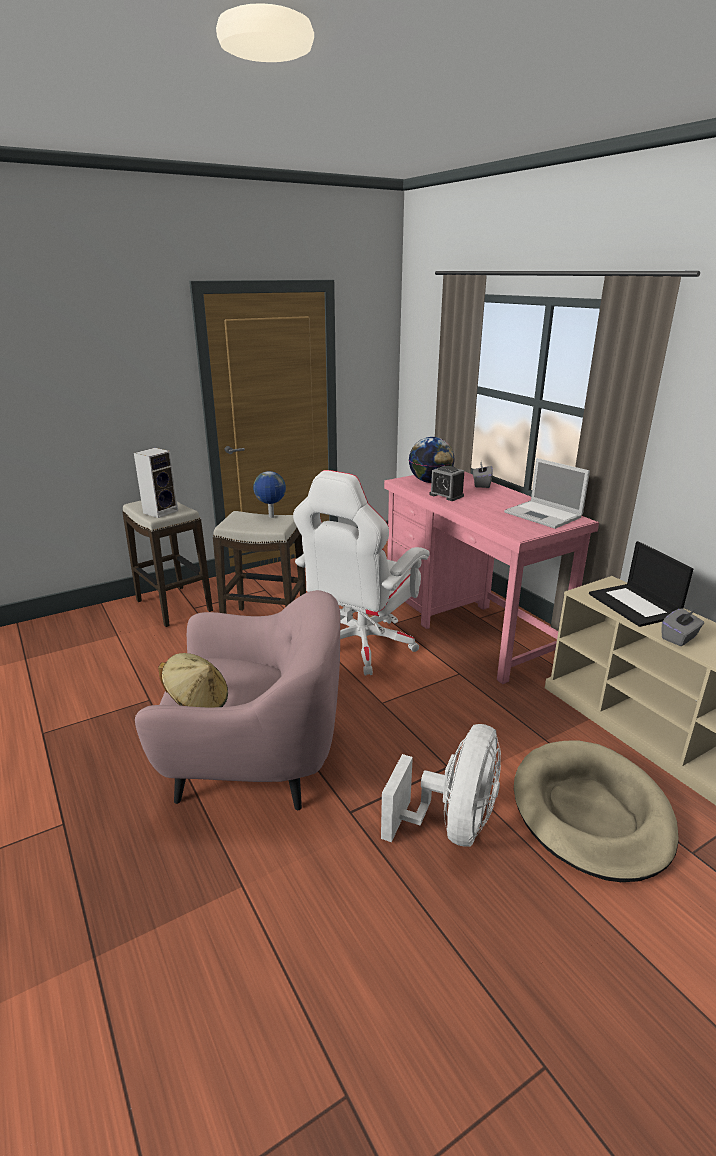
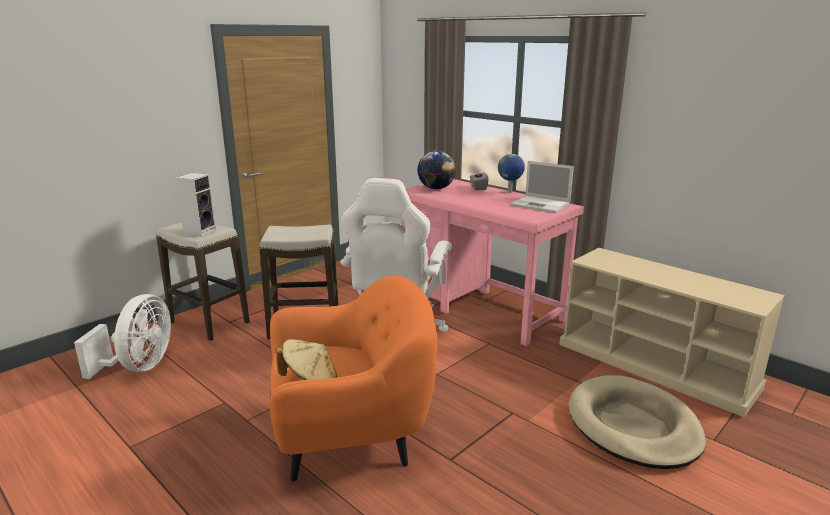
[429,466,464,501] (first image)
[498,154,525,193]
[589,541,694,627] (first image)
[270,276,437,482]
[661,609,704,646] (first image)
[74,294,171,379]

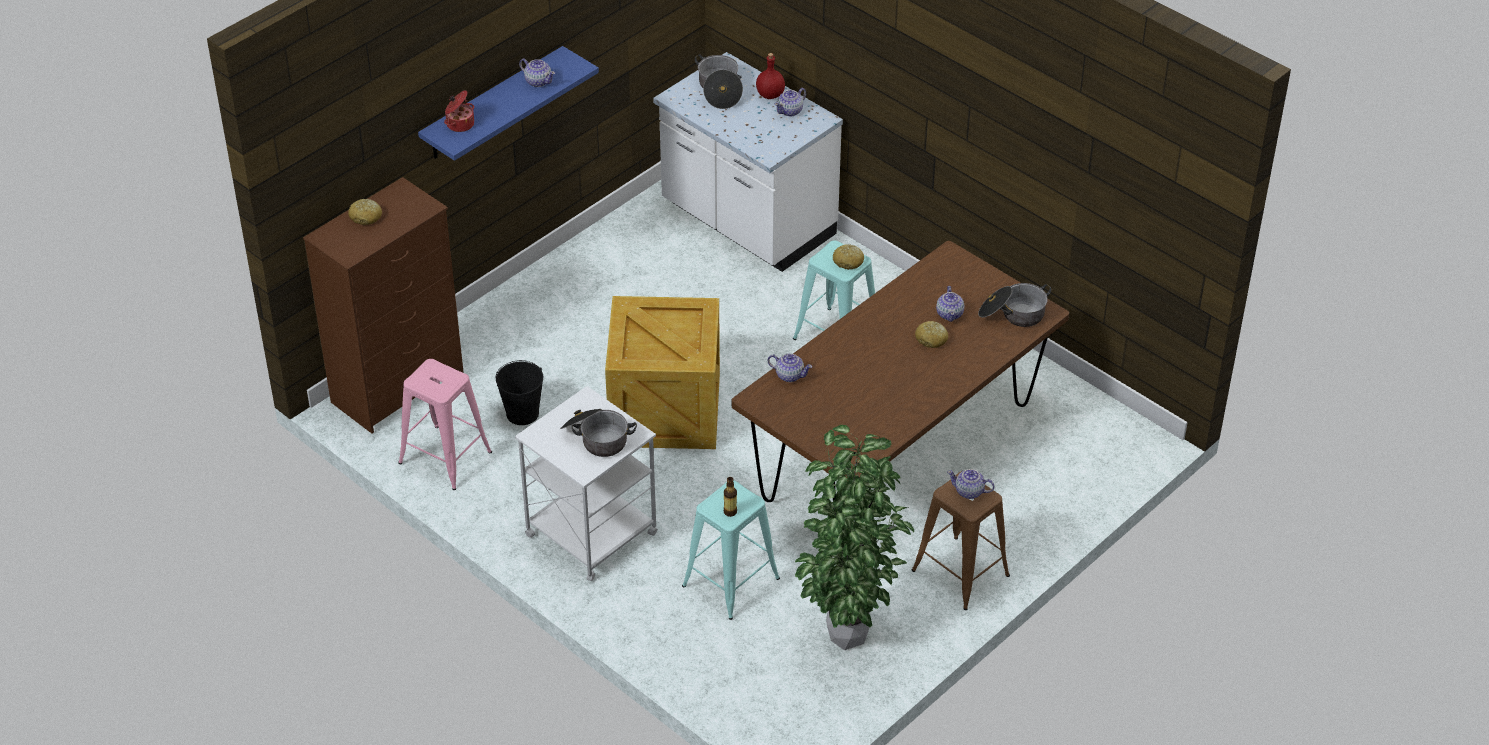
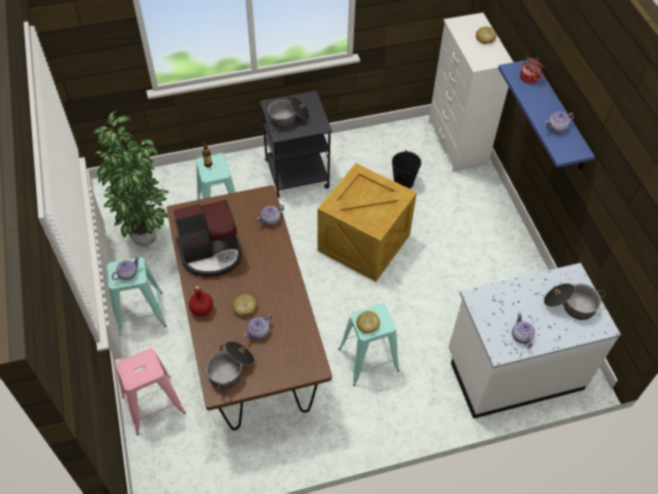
[189,286,213,316]
[428,13,513,172]
[244,315,272,340]
[116,348,186,435]
[260,91,332,197]
[107,257,167,336]
[173,200,242,277]

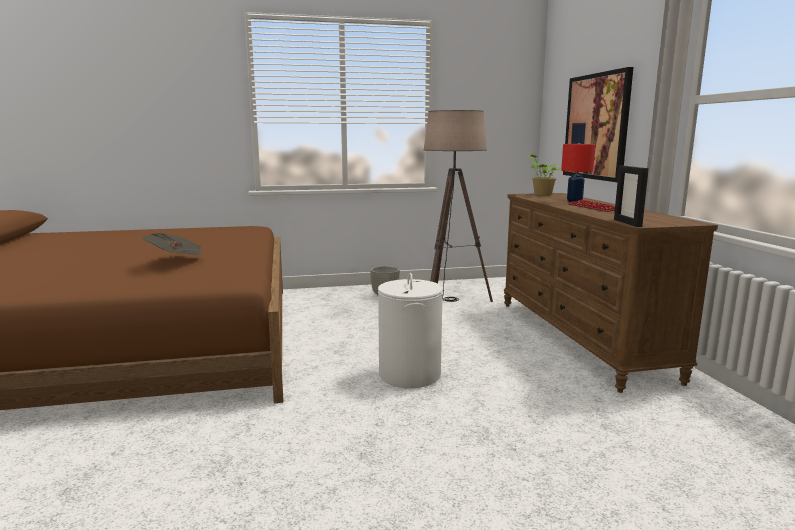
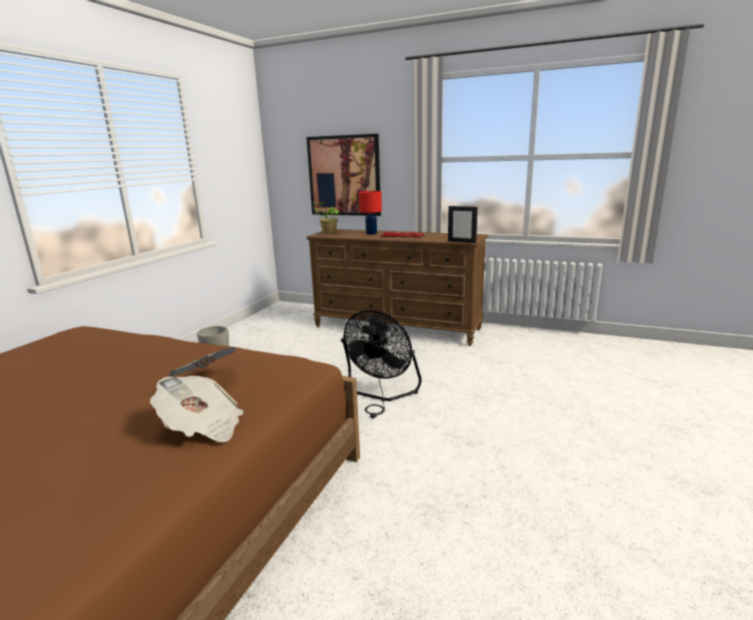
[424,110,493,302] (first image)
[341,310,422,419]
[150,376,244,442]

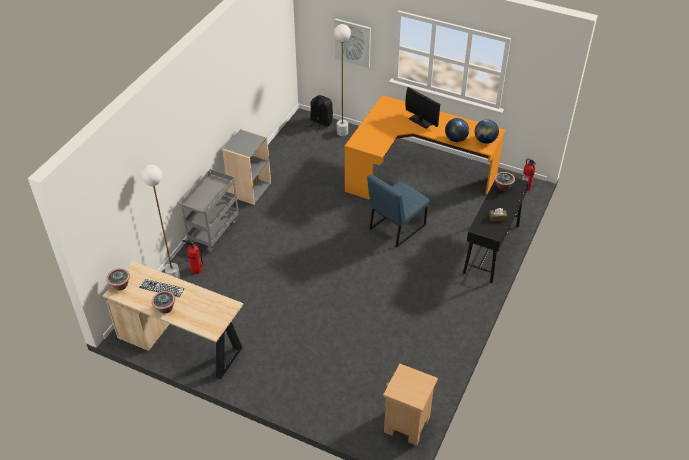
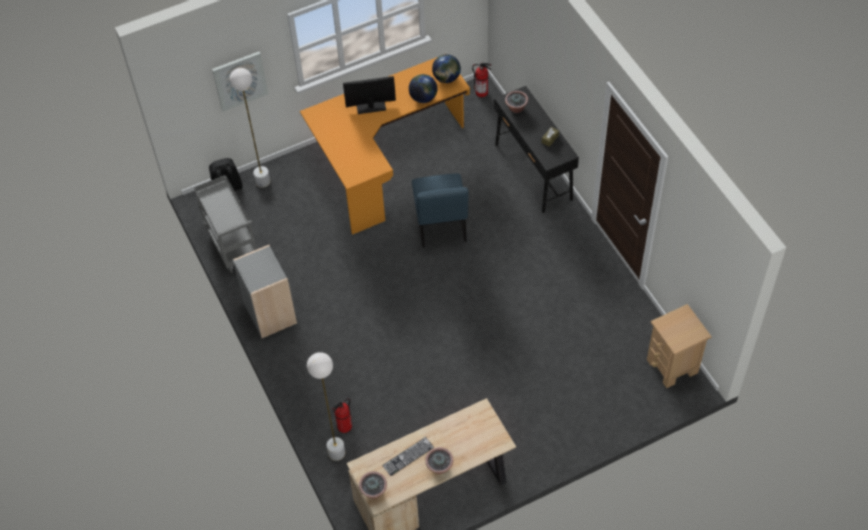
[194,175,257,273]

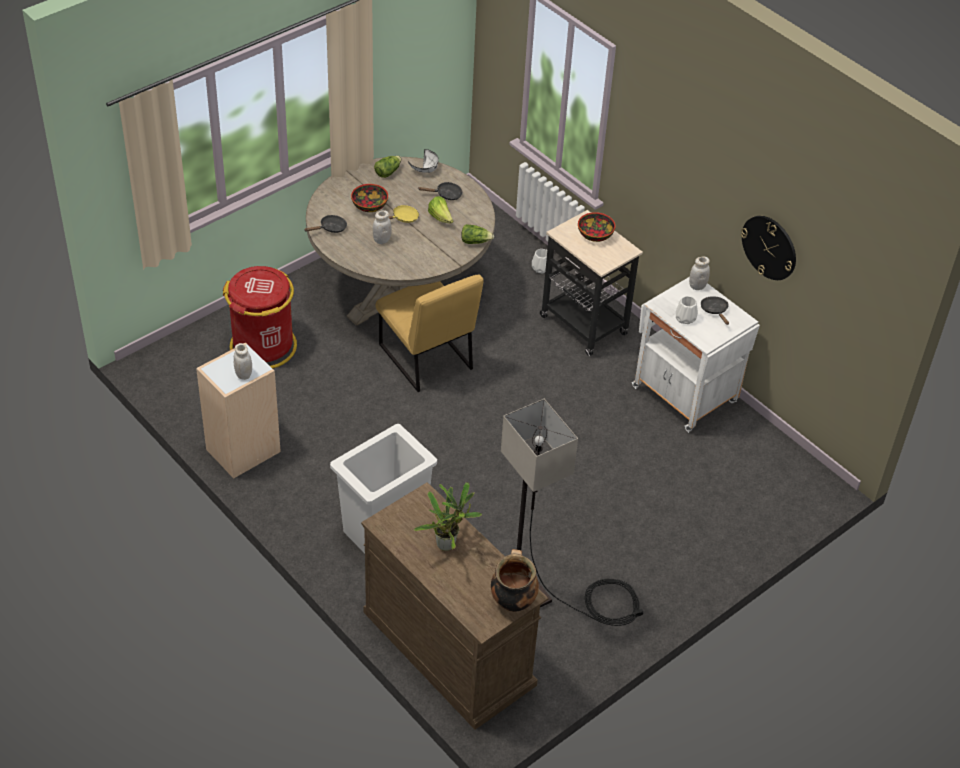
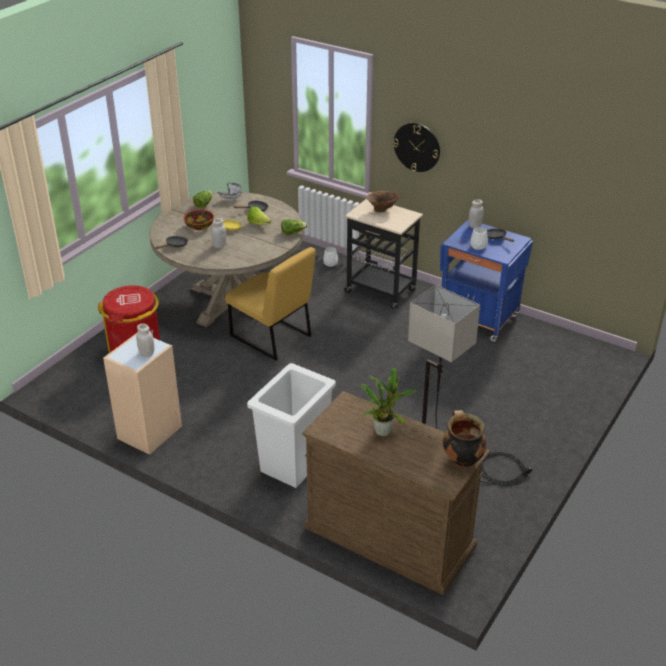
[367,191,400,212]
[393,123,440,172]
[440,220,533,342]

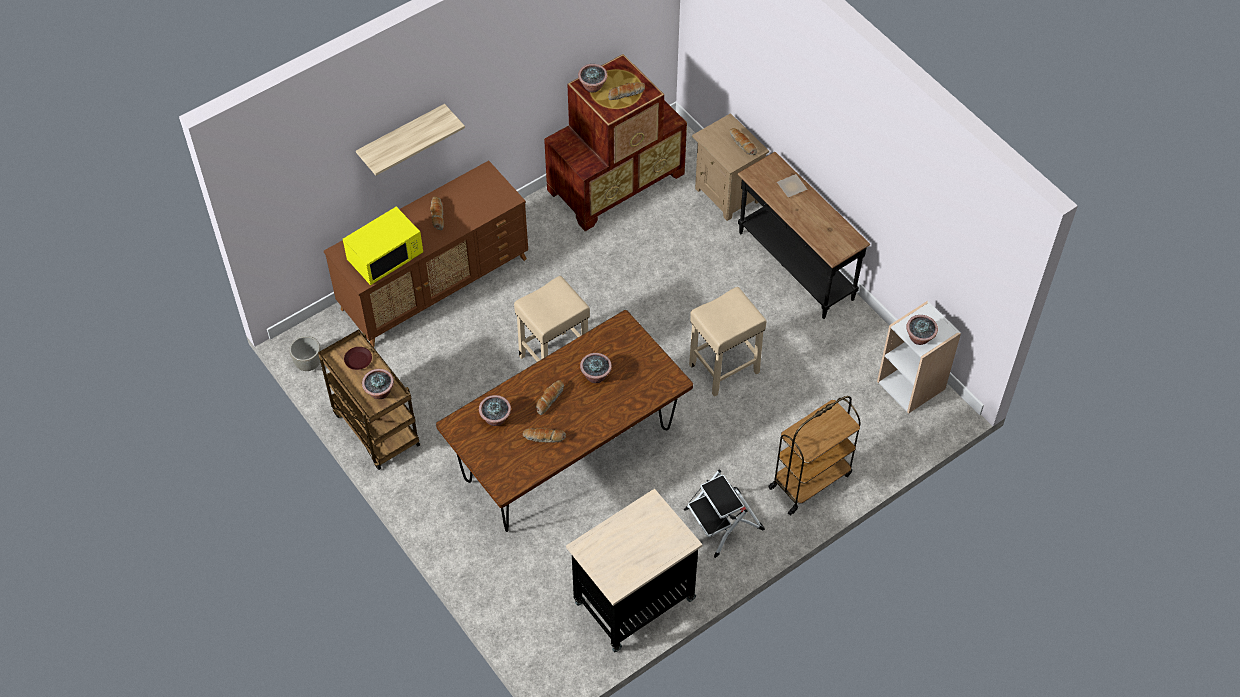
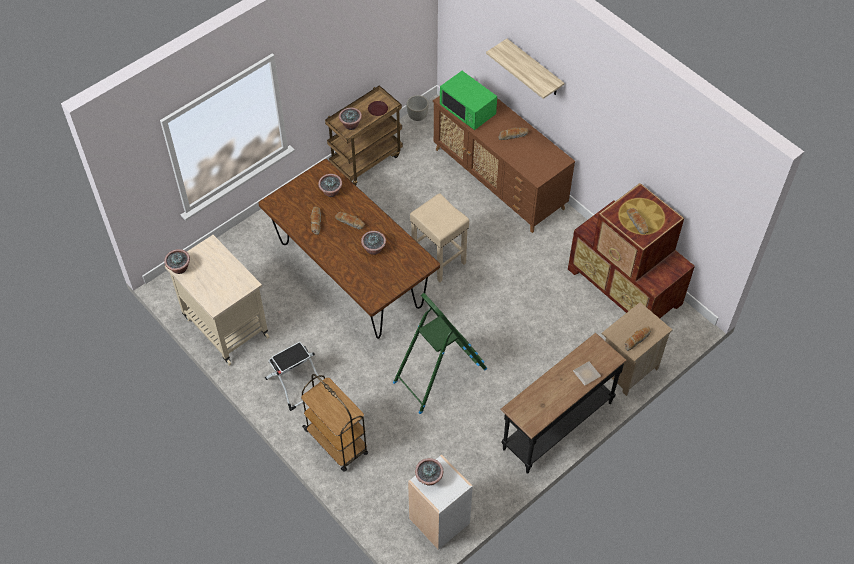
[164,249,190,274]
[440,71,497,130]
[393,293,487,414]
[165,235,269,366]

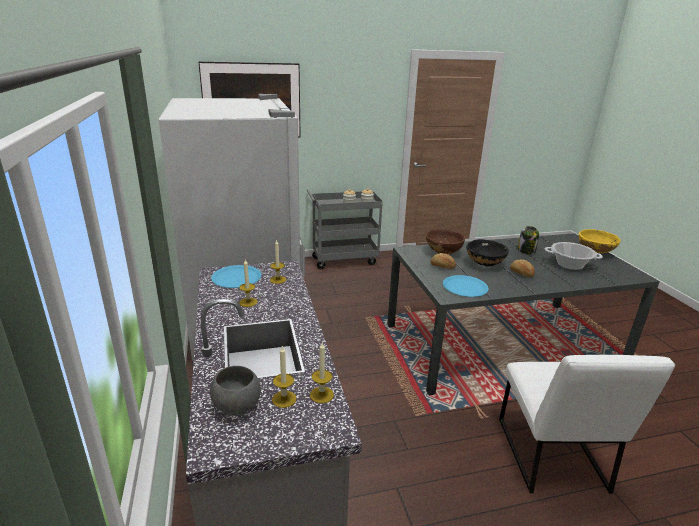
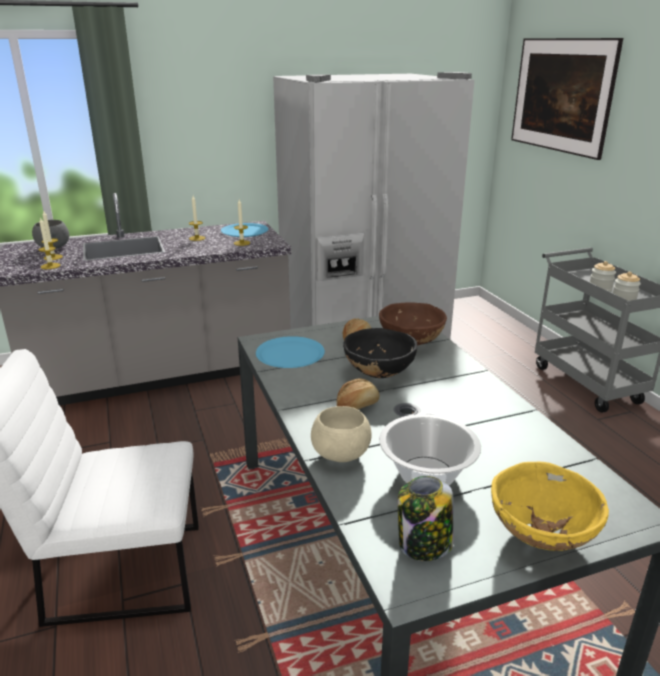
[398,476,454,561]
[311,406,371,462]

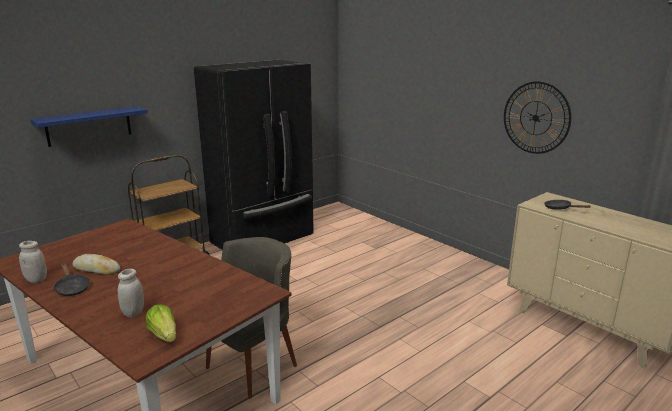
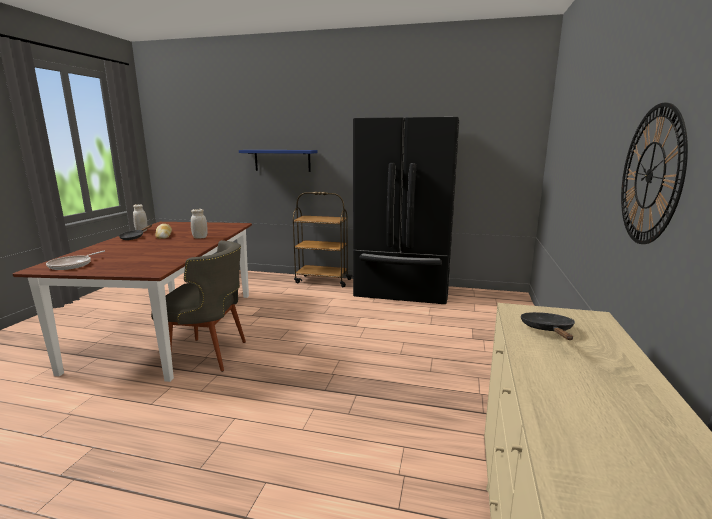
[191,209,208,239]
[46,251,105,270]

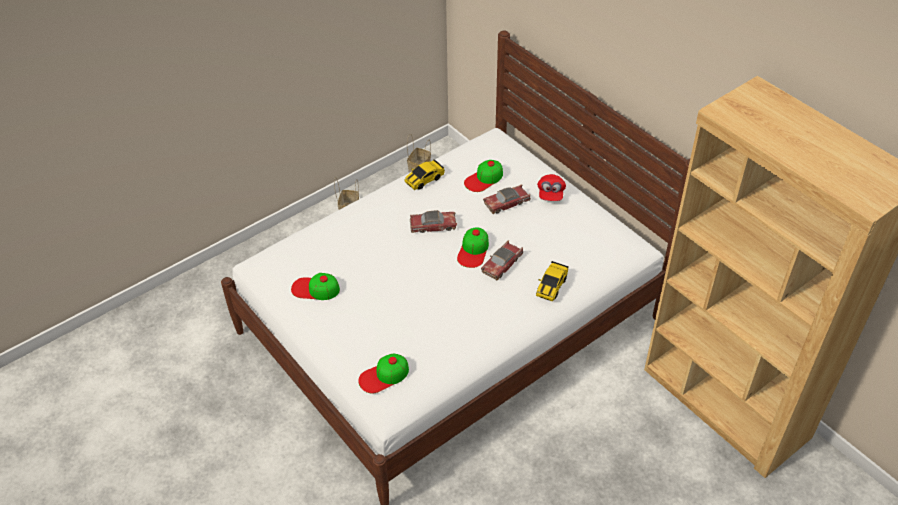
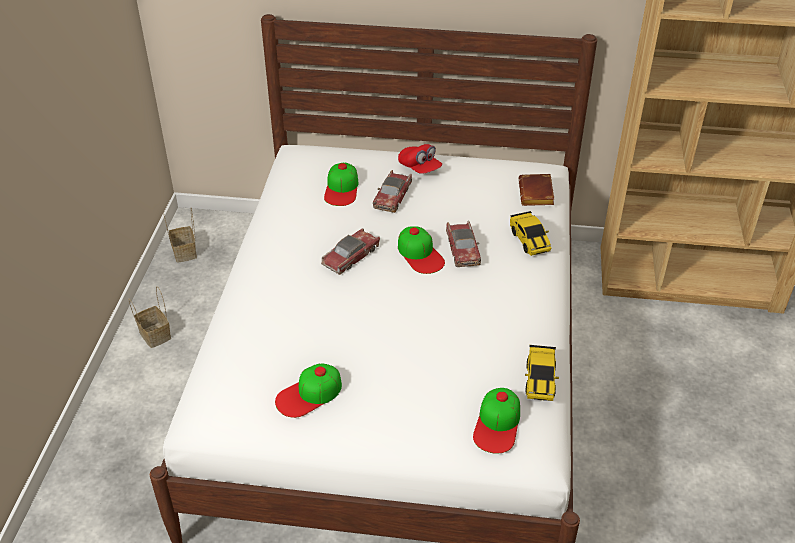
[525,345,559,401]
[519,174,554,206]

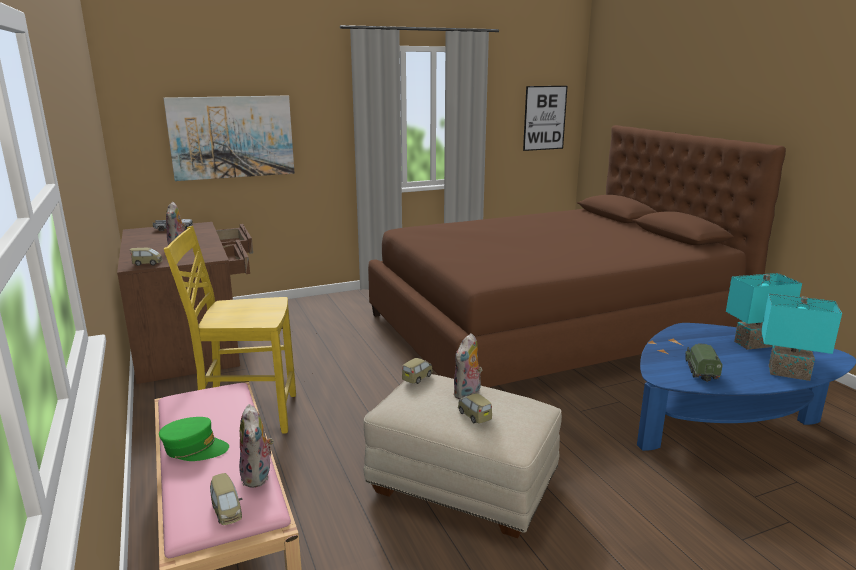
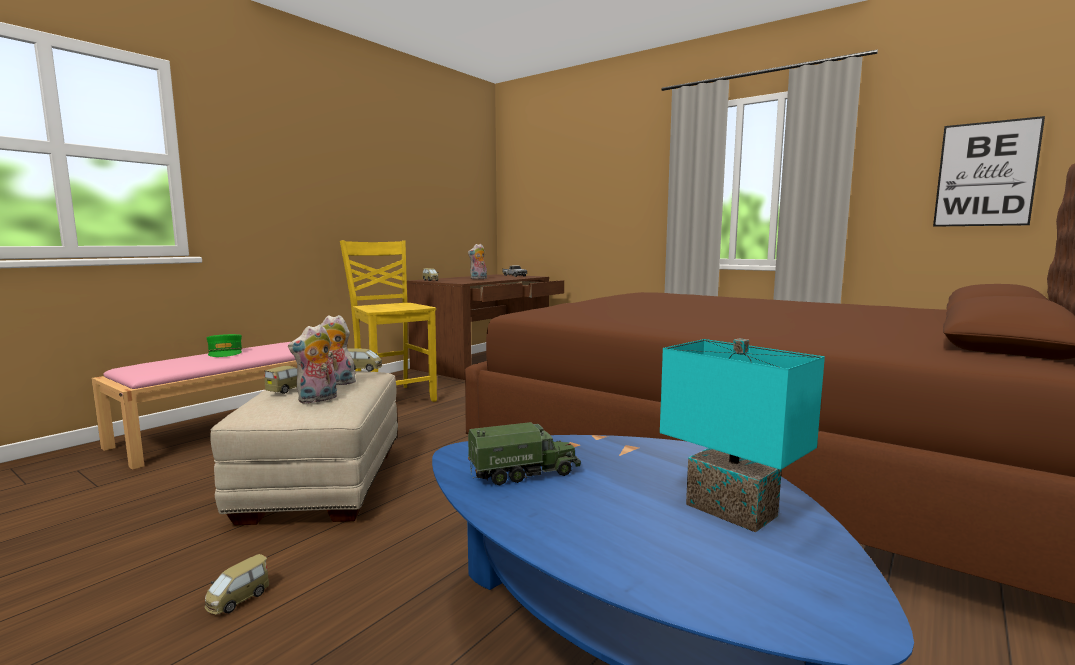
[164,95,294,181] (first image)
[761,293,842,381] (first image)
[288,324,337,403]
[205,554,269,615]

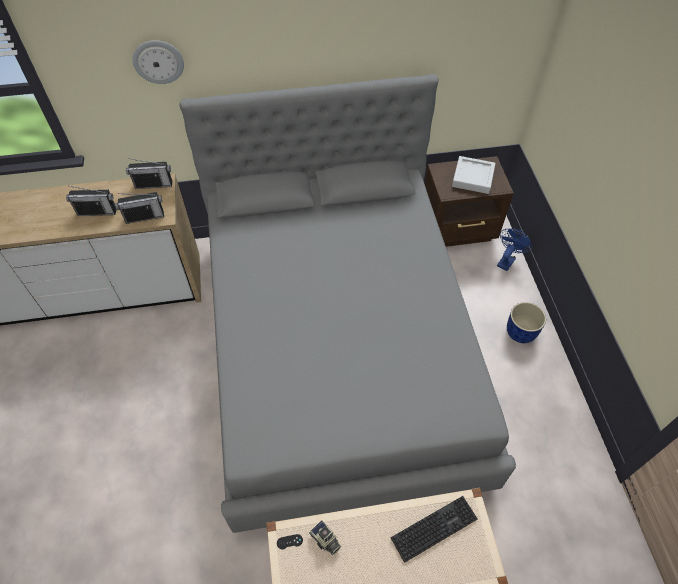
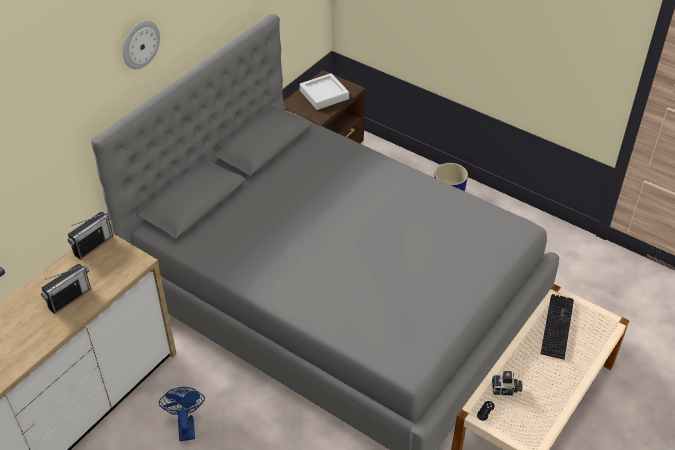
[123,21,160,69]
[115,192,164,224] (first image)
[159,387,205,441]

